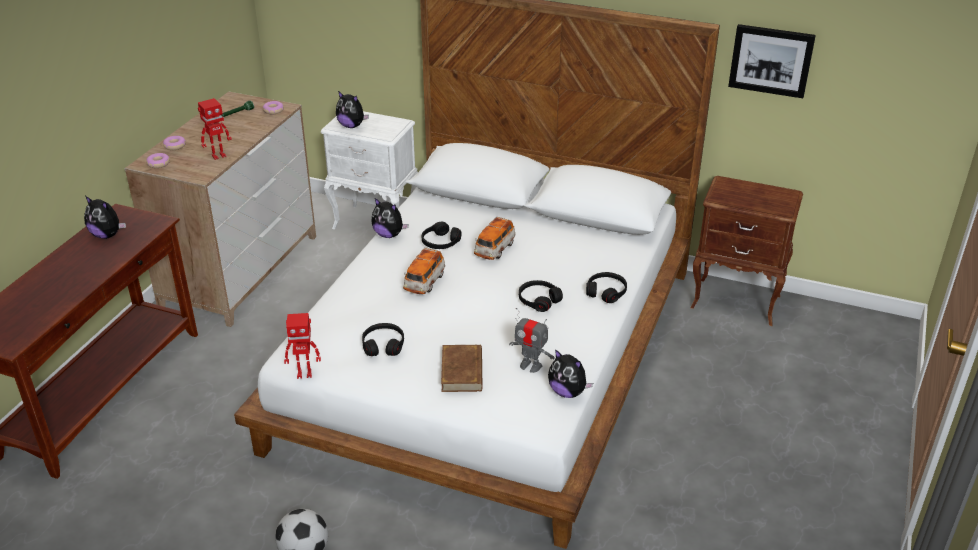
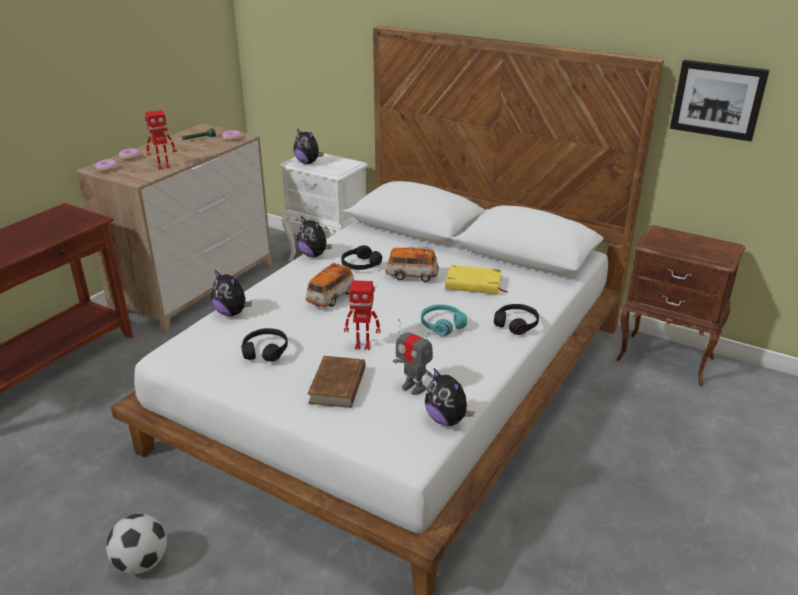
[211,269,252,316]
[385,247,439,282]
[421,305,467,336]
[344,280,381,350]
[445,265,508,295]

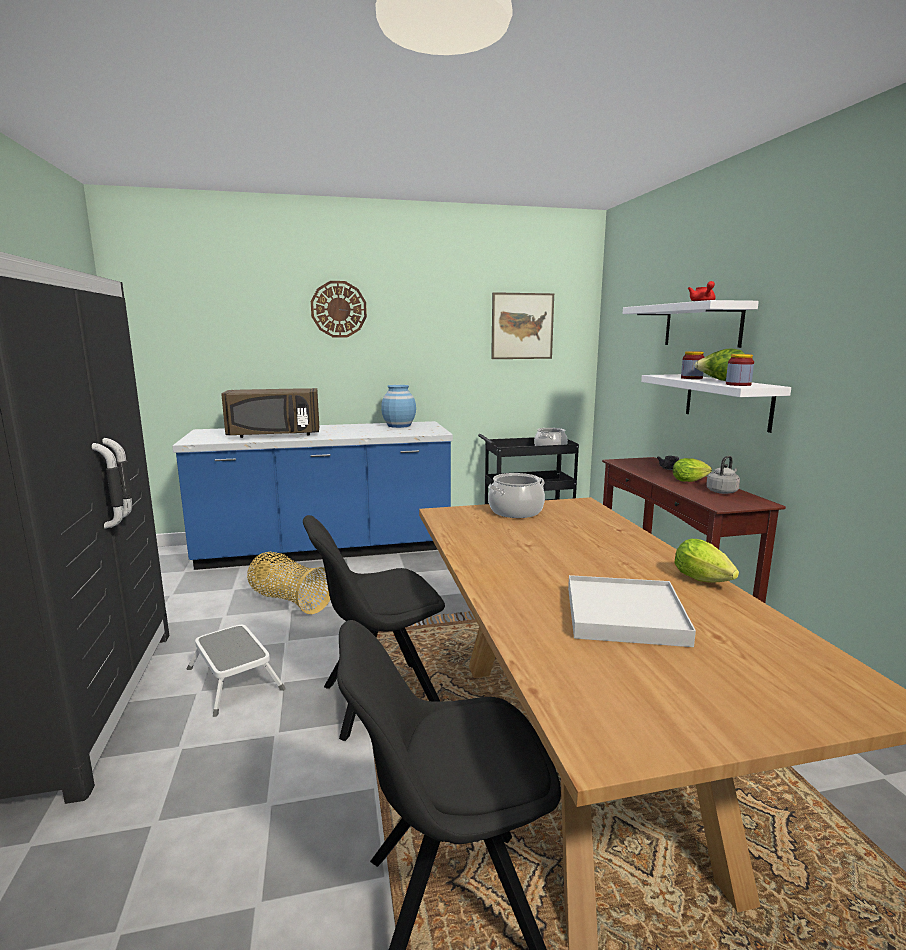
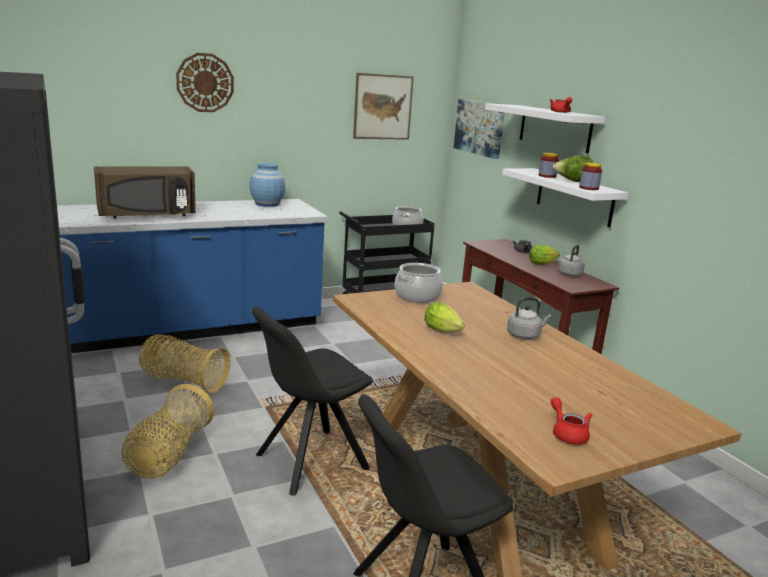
[424,302,465,333]
[568,575,696,647] (first image)
[121,384,214,479]
[454,99,505,159]
[507,298,551,339]
[551,397,592,445]

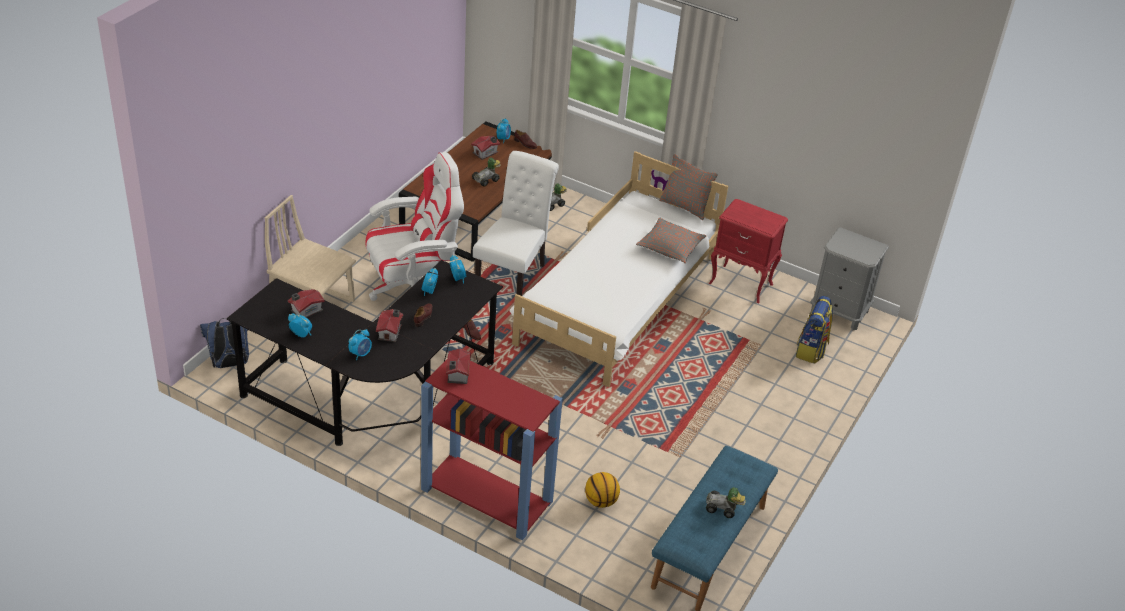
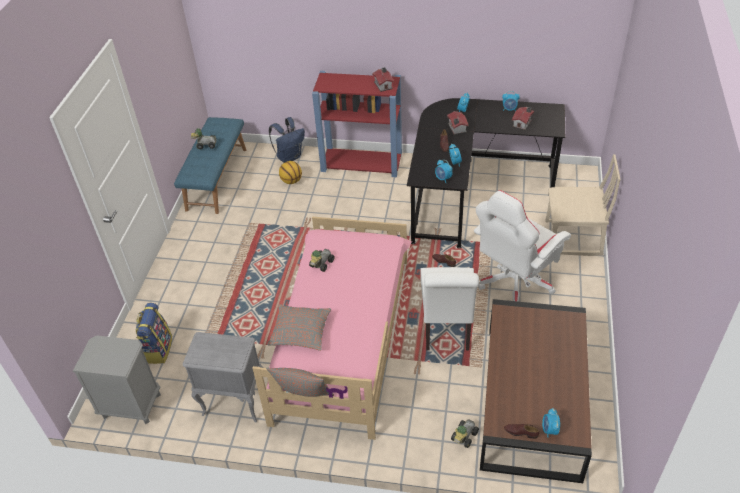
[471,136,500,160] (first image)
[252,217,412,440]
[309,249,335,272]
[183,332,264,423]
[269,117,305,163]

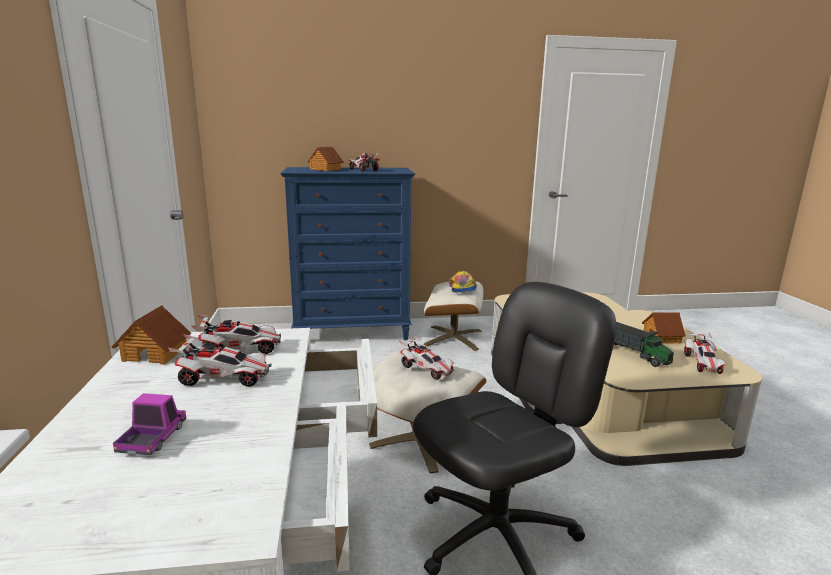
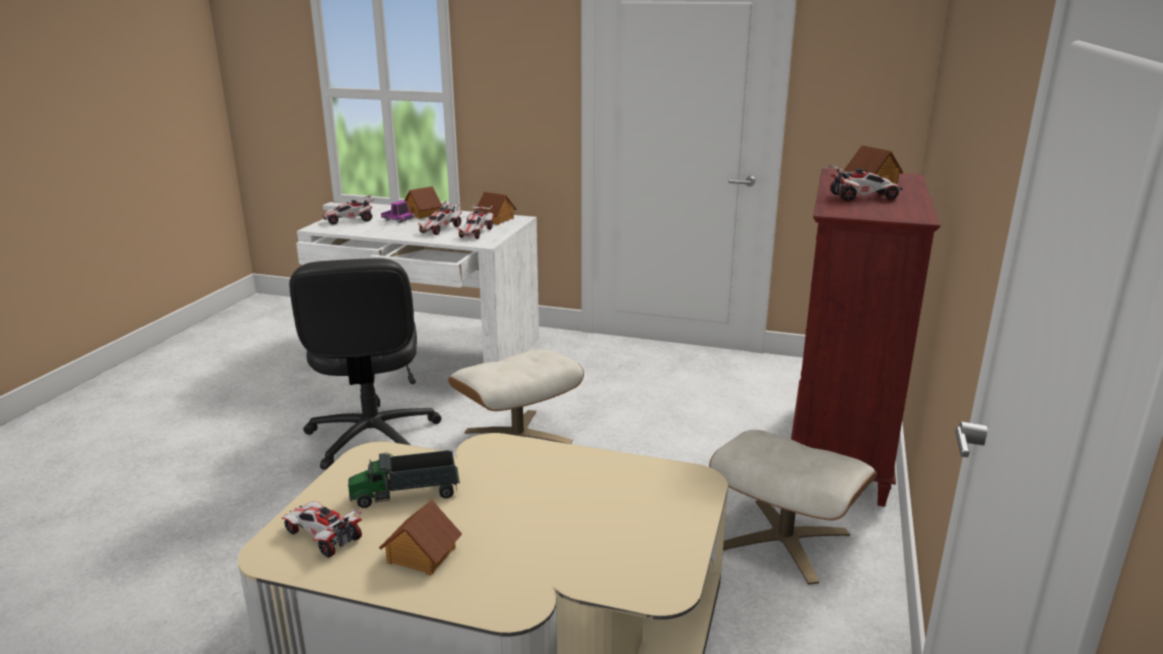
[791,168,940,507]
[449,271,477,293] (first image)
[323,195,374,225]
[404,186,443,219]

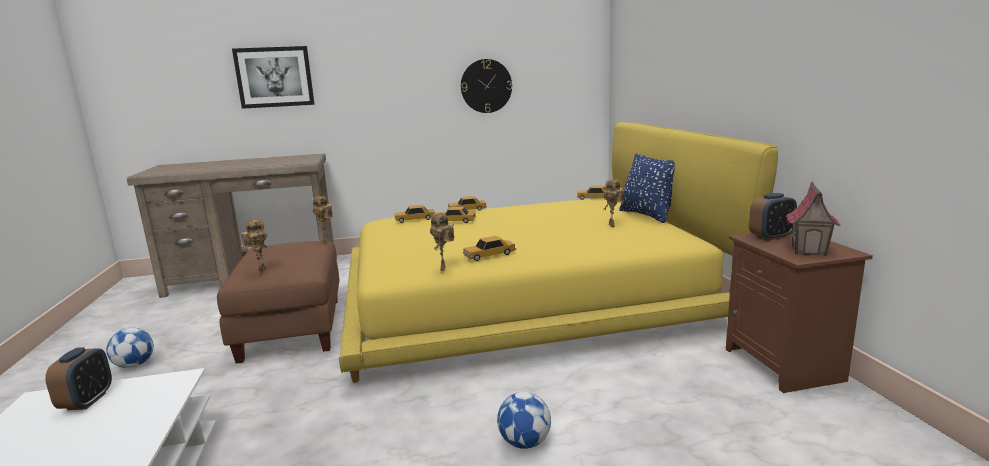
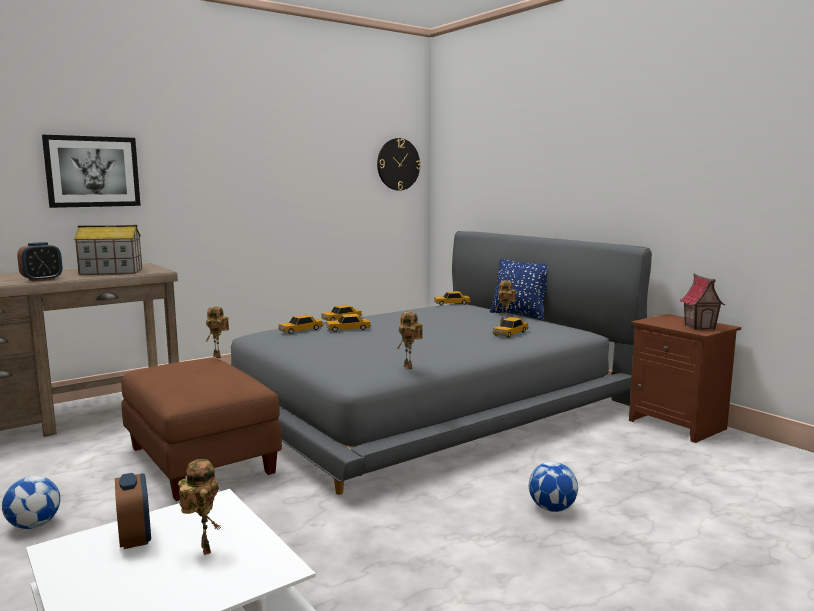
[377,138,421,191]
[231,231,652,495]
[17,242,62,282]
[178,459,221,555]
[492,317,529,338]
[74,225,142,275]

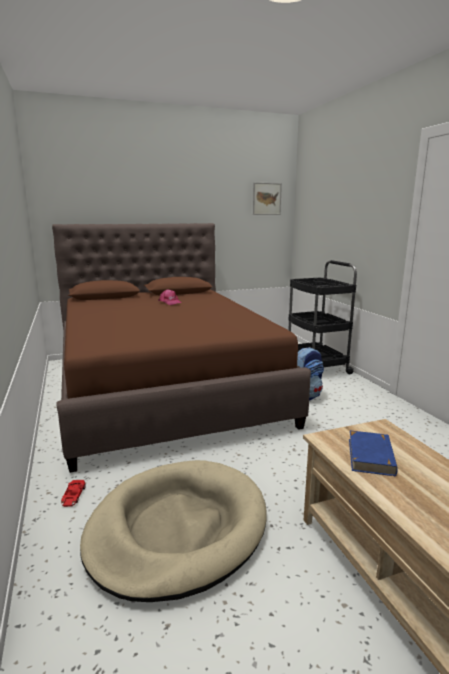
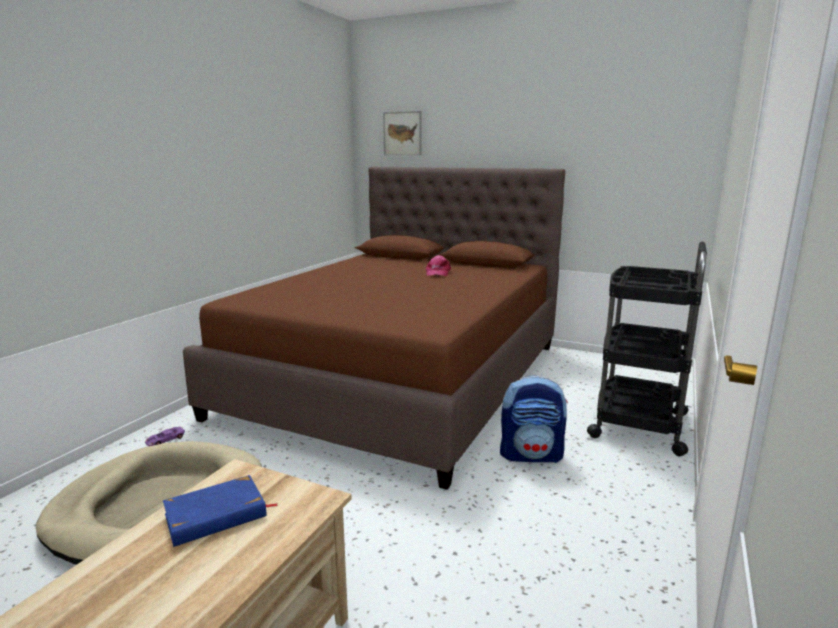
[383,111,421,155]
[145,426,185,446]

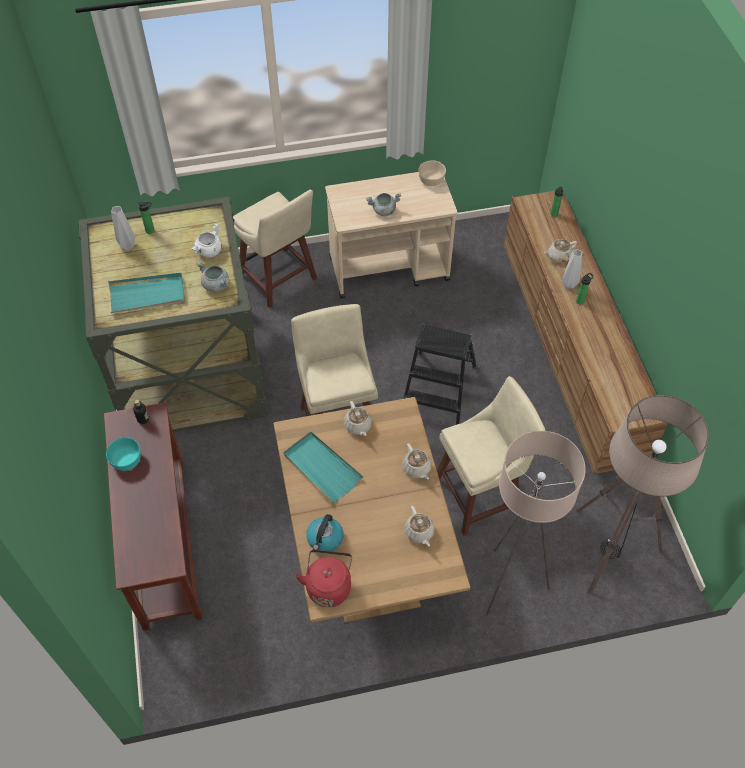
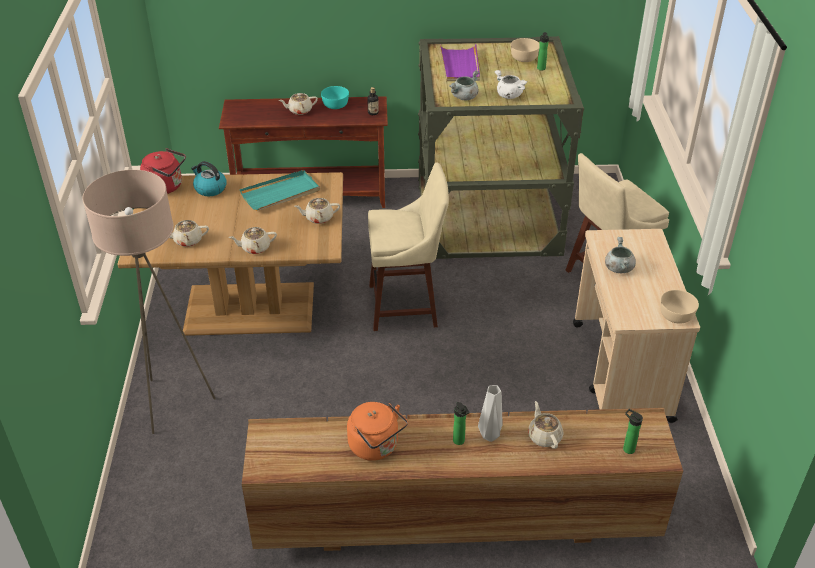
[511,38,539,62]
[440,44,480,81]
[403,324,477,425] (first image)
[437,376,546,536] (first image)
[576,395,709,594] (first image)
[279,93,318,115]
[347,402,408,461]

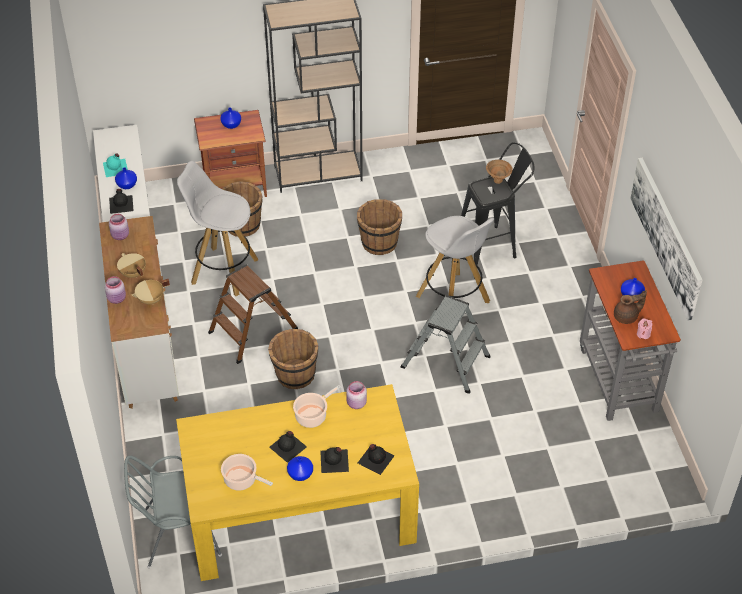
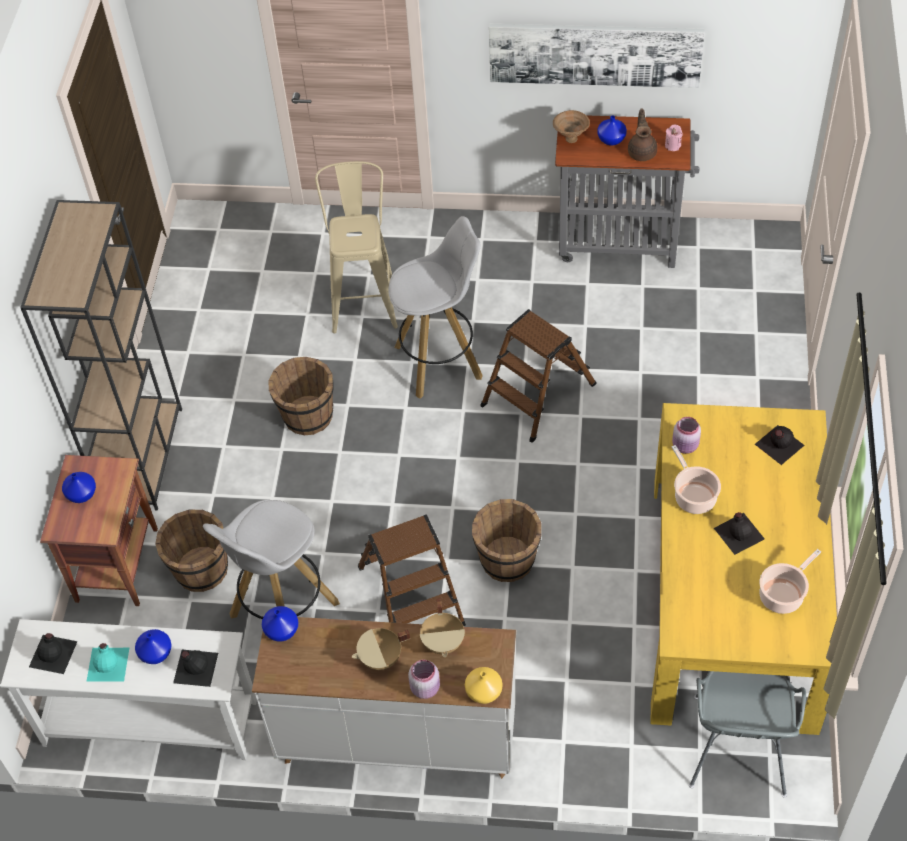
[315,161,398,333]
[553,110,590,143]
[109,214,129,240] (first image)
[480,309,597,443]
[29,633,78,674]
[262,606,298,642]
[465,667,502,704]

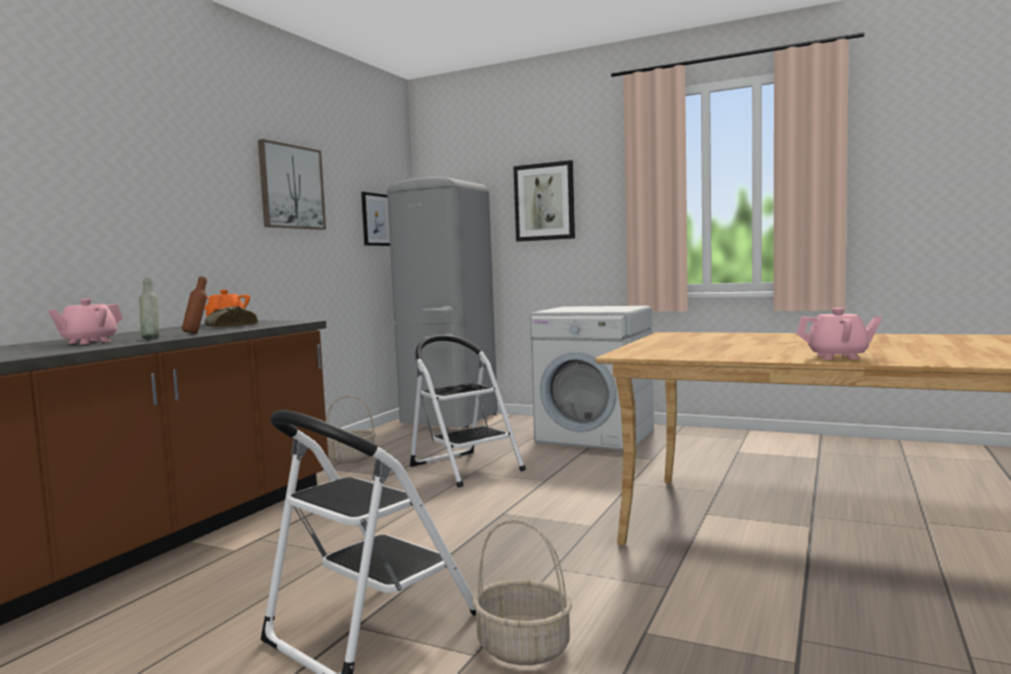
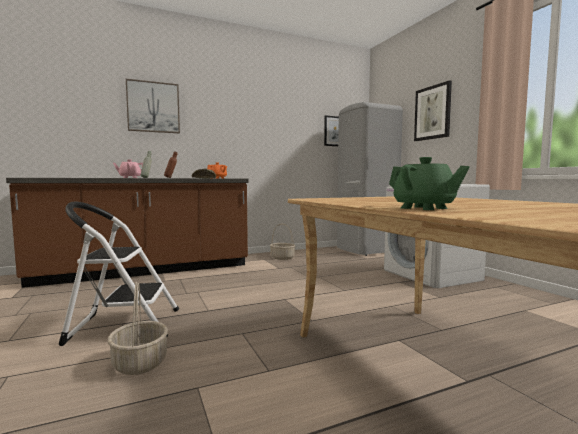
[126,79,180,133]
[389,157,470,210]
[410,335,526,487] (first image)

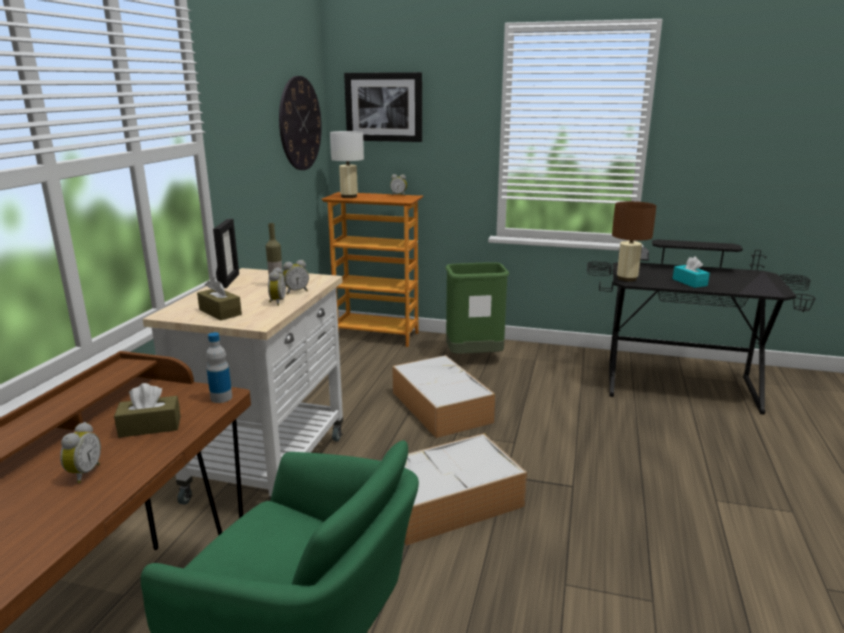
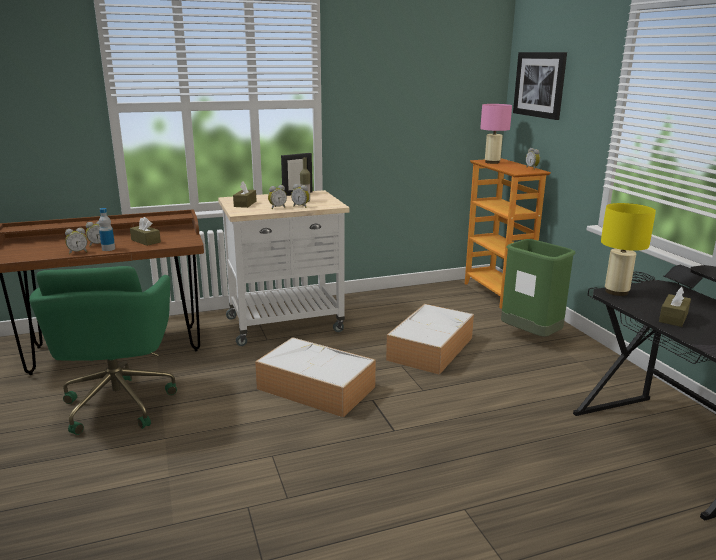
[279,76,322,170] (first image)
[480,104,512,164]
[601,203,656,296]
[659,287,691,327]
[99,208,115,251]
[65,228,88,254]

